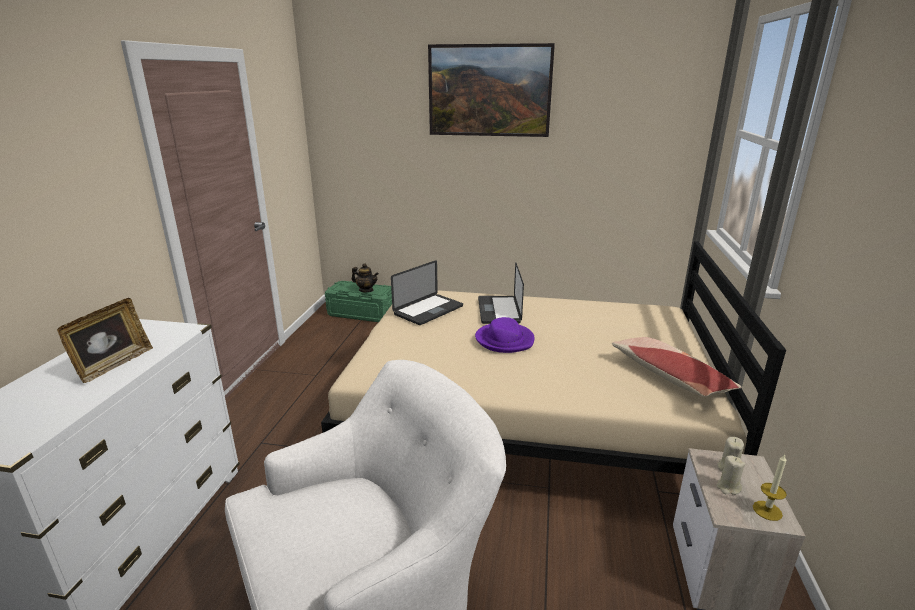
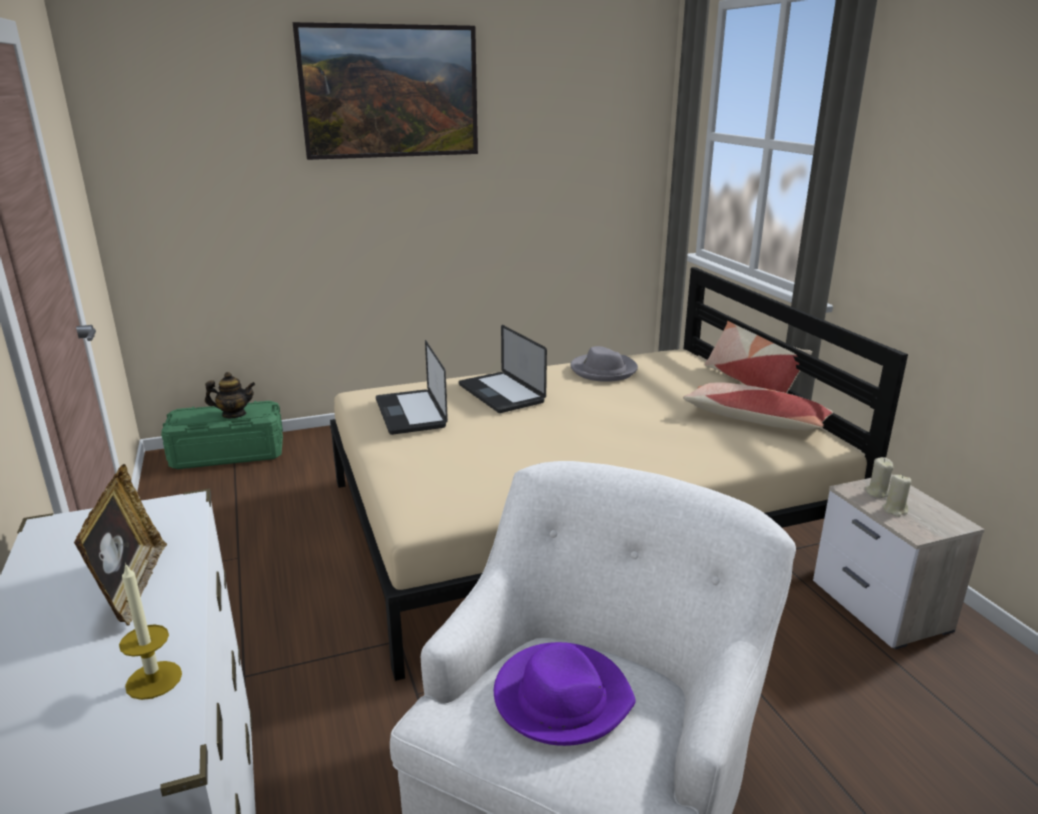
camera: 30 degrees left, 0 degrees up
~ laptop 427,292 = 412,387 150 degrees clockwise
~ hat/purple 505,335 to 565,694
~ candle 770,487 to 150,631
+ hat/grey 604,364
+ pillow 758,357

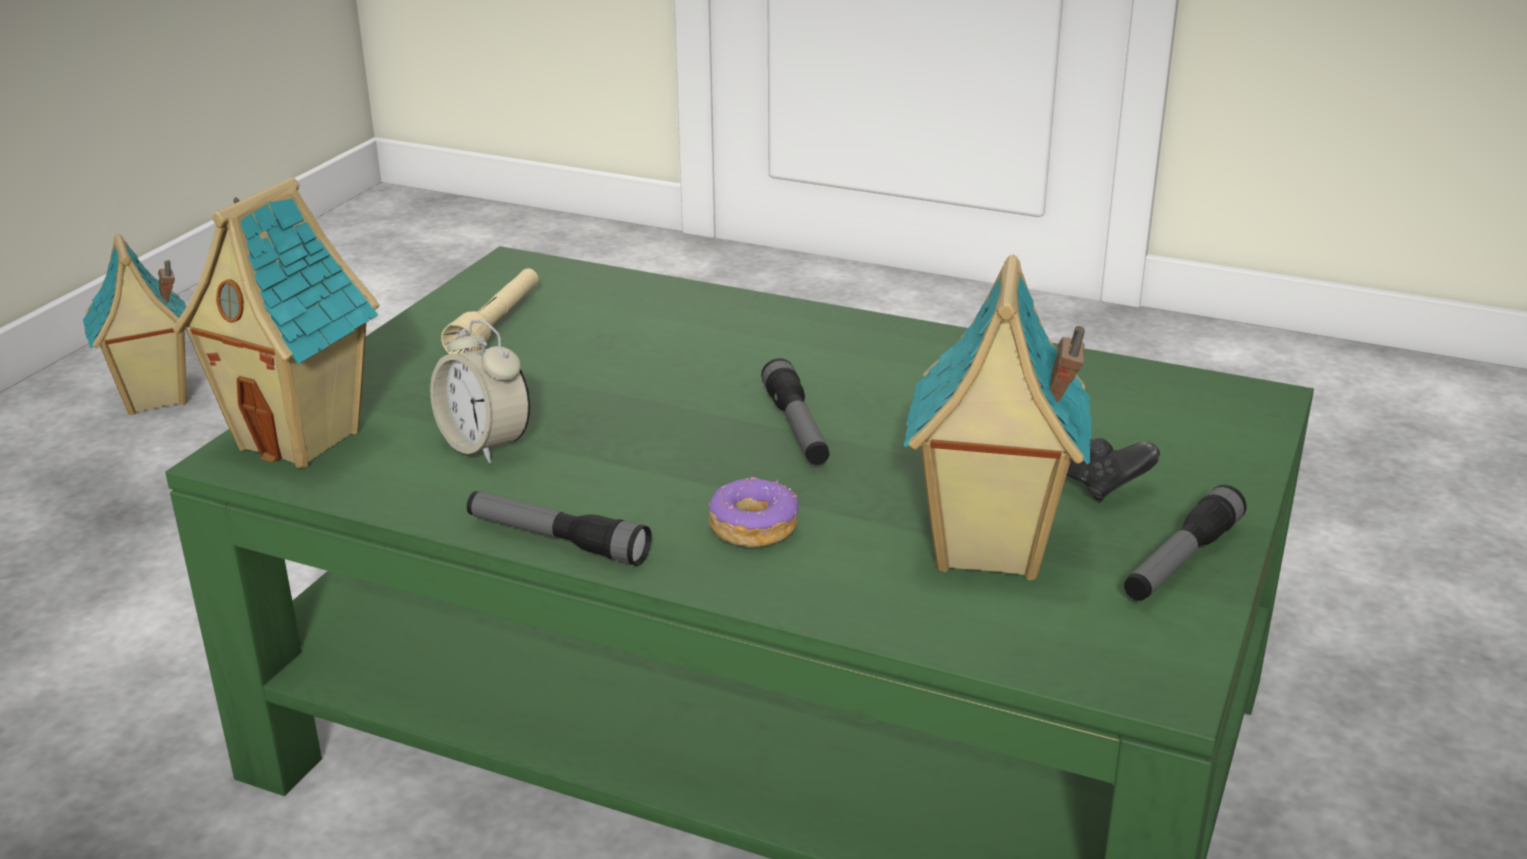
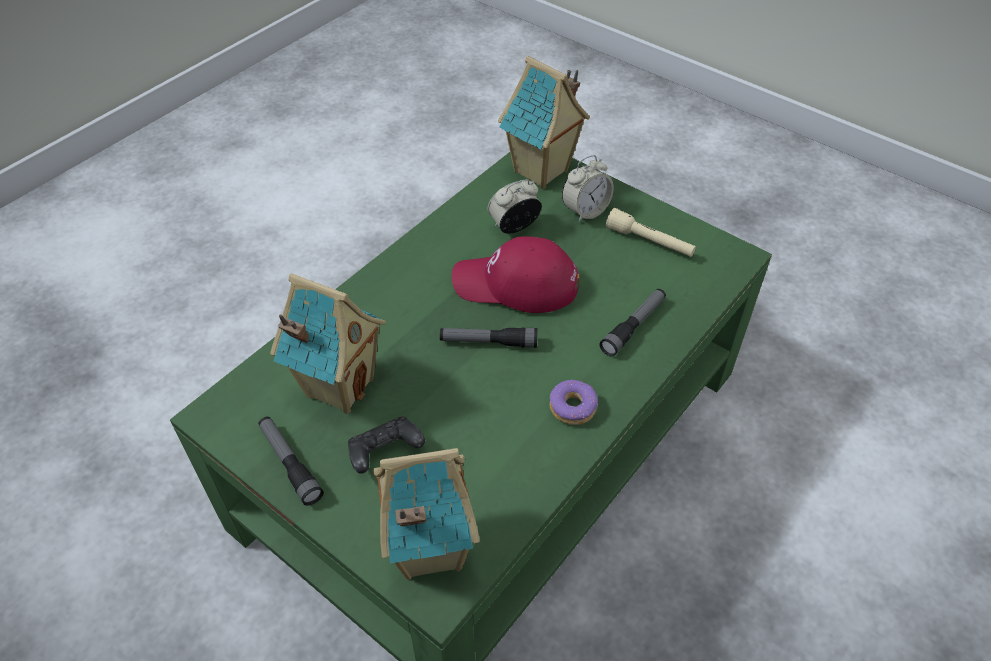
camera: 105 degrees right, 20 degrees up
~ toy house 135,324 to 426,514
~ flashlight 559,528 to 632,323
~ donut 754,512 to 574,402
+ cap/red 515,274
+ alarm clock 588,188

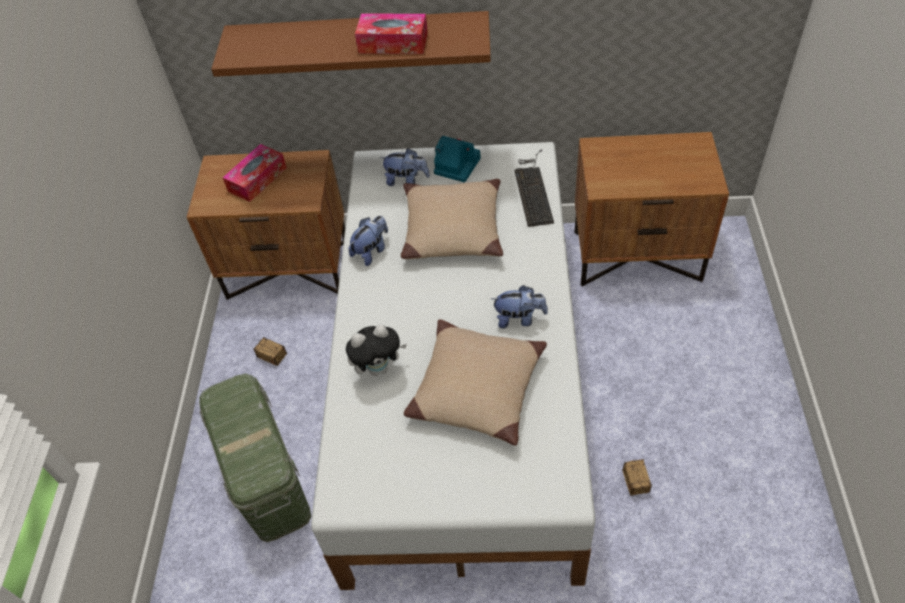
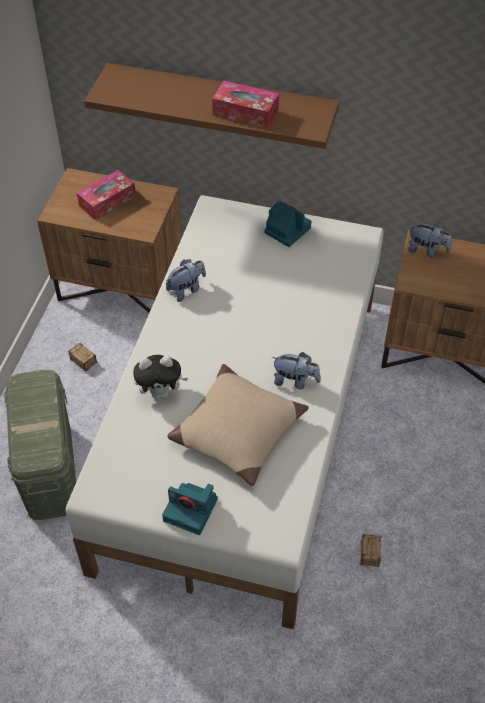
camera: 10 degrees right, 0 degrees up
~ plush toy 404,167 to 429,240
- pillow/beige 452,219
- keyboard 534,188
+ photo camera 190,509

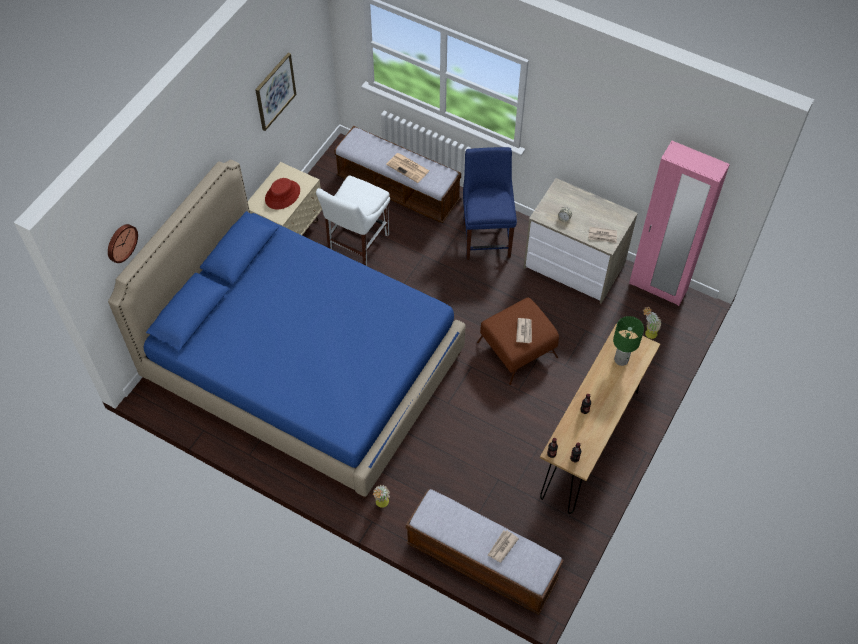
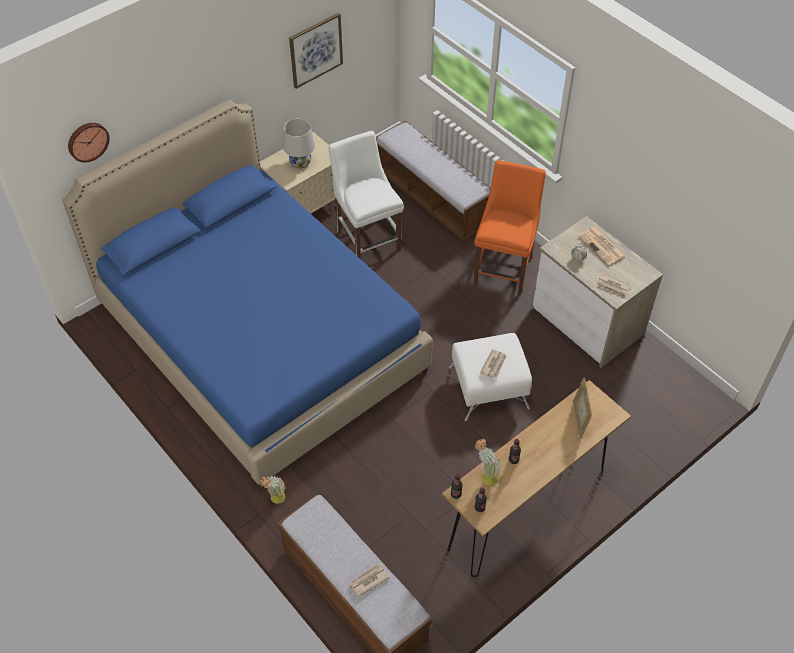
camera: 20 degrees right, 5 degrees down
~ hat/red 282,194 to table lamp/white 299,143
~ chair/white 353,220 = 366,195 105 degrees clockwise
~ newspaper 407,168 to 602,246
~ chair/blue 490,203 to chair/orange 510,227
~ ottoman/brown 518,341 to ottoman/white 490,377
~ table lamp/green 628,341 to picture frame 582,408
- wardrobe/pink 679,223
~ potted plant 652,323 to 488,462

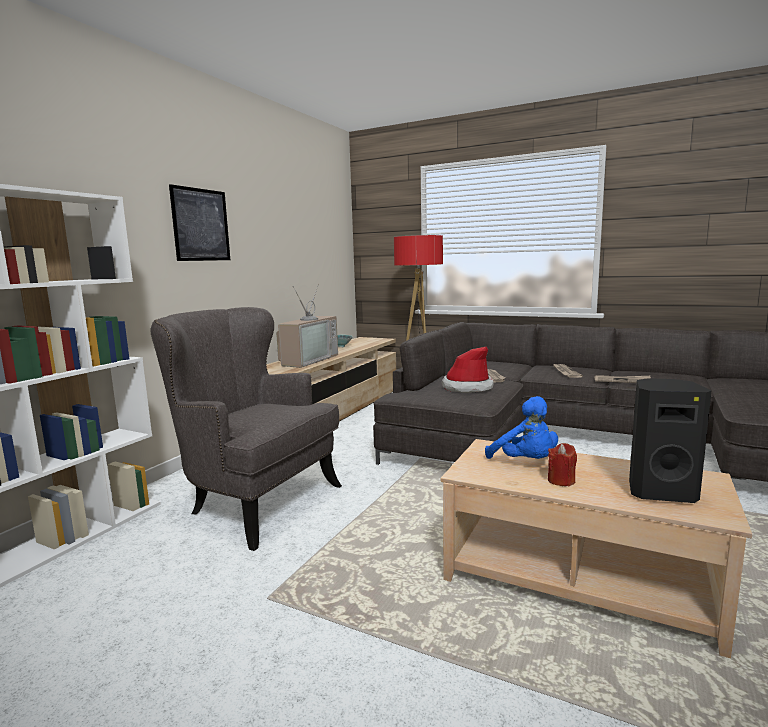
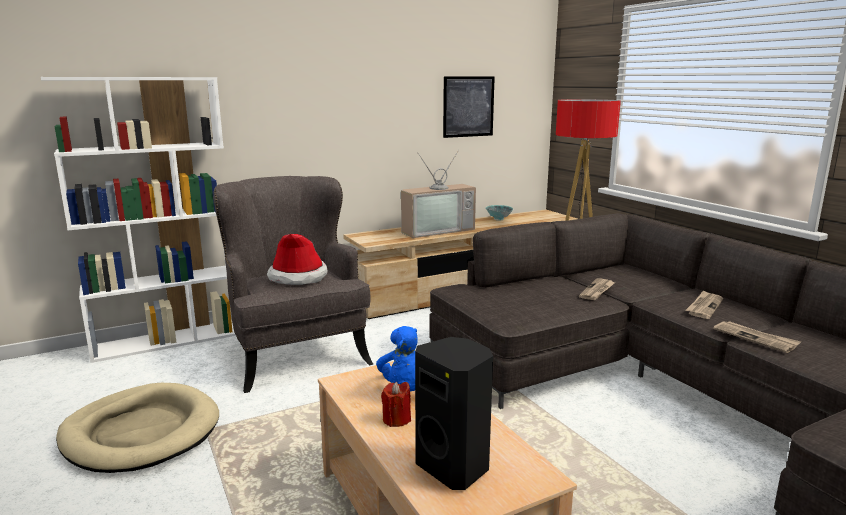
camera: 35 degrees right, 5 degrees up
~ picture 199,222 to 469,107
~ hat 467,369 to 297,259
+ dog bed/beige 137,428

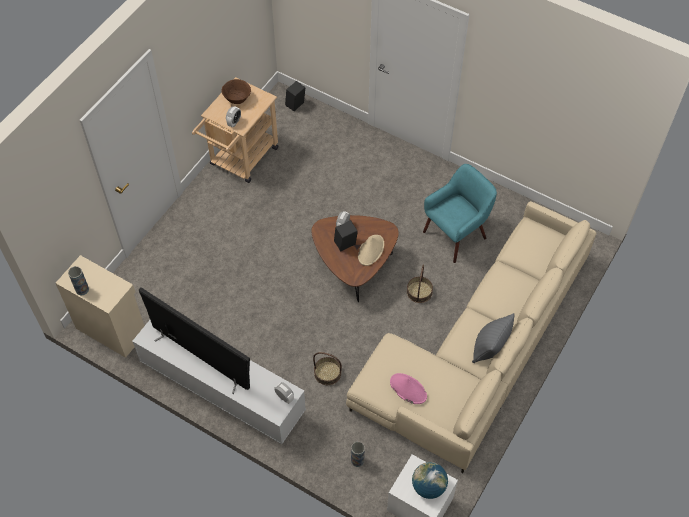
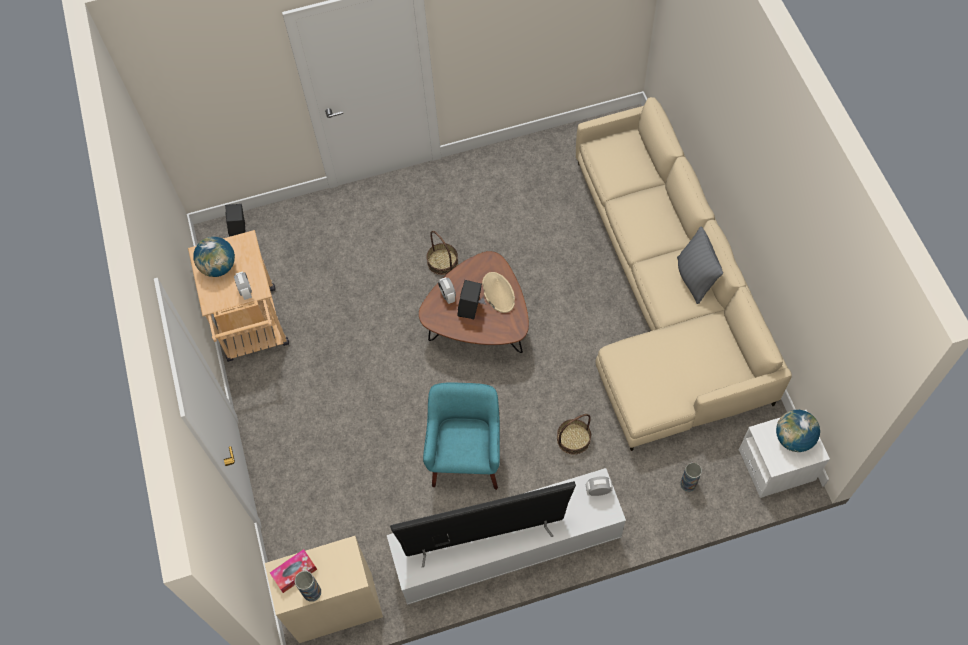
camera: 45 degrees left, 5 degrees up
~ bowl/brown 236,91 to globe 214,257
- hat/pink 408,388
~ basket 420,283 to 442,253
~ armchair/turquoise 460,213 to 461,436
+ tissue box 293,571

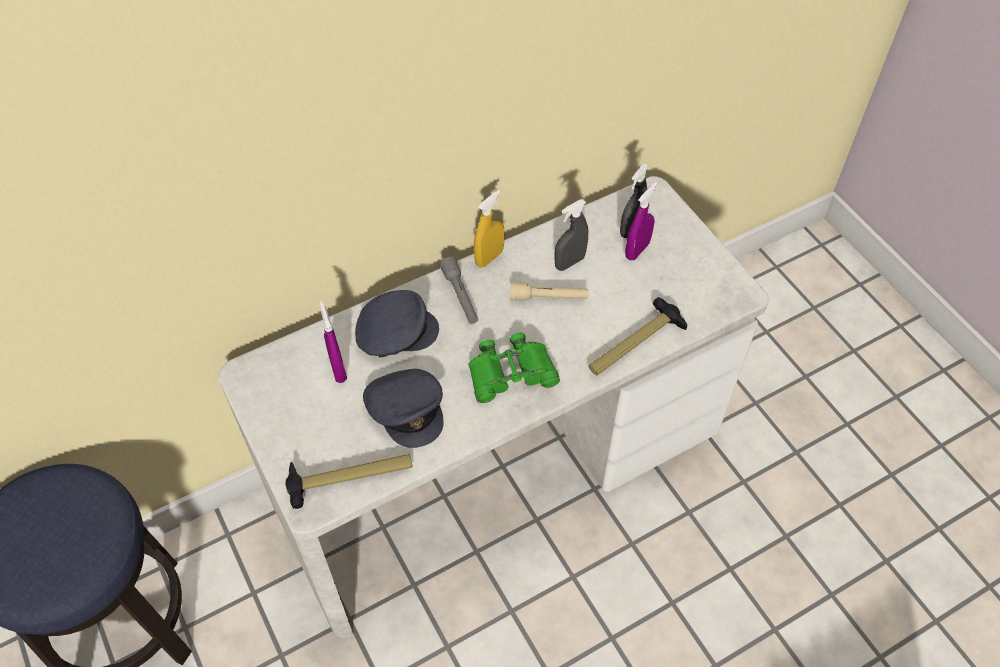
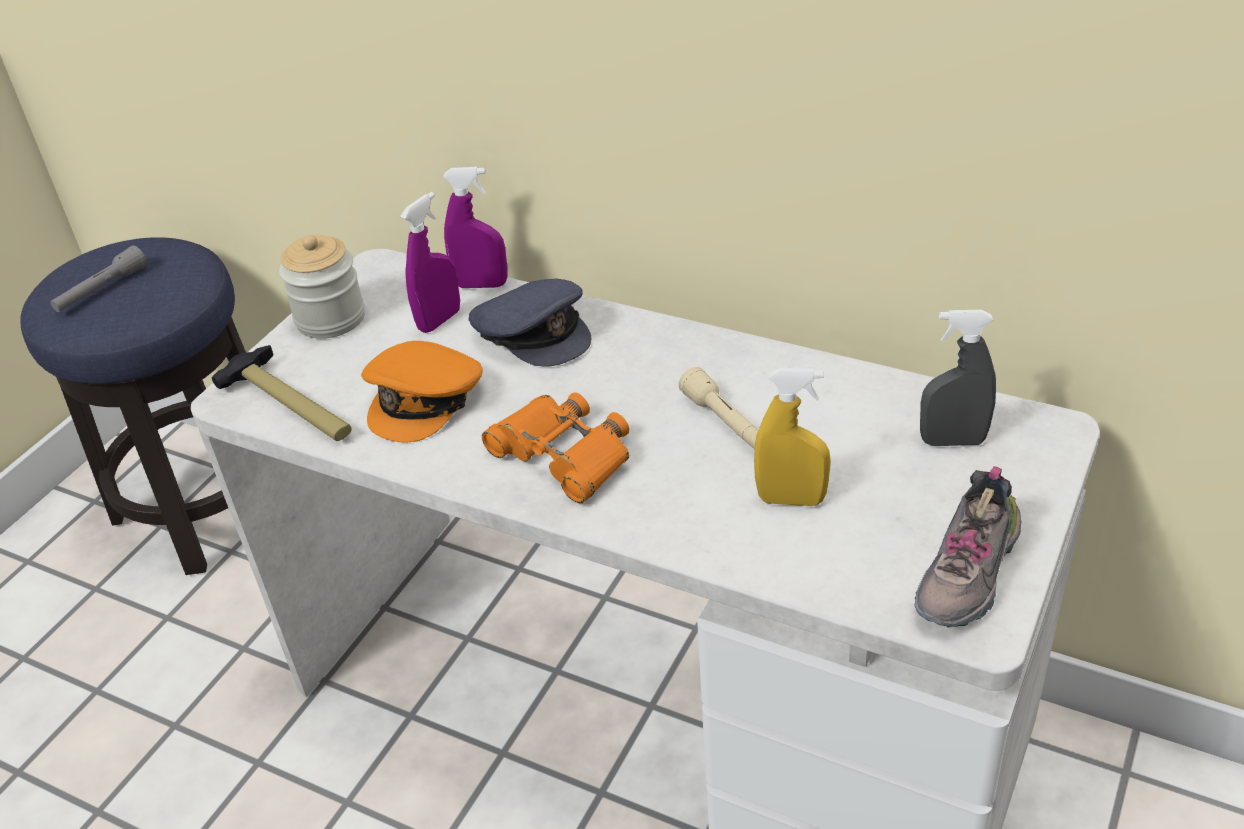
camera: 60 degrees right, 15 degrees down
~ cap/grey 403,408 to cap/orange 422,392
~ flashlight/grey 458,290 to 98,278
~ binoculars/green 514,368 to binoculars/orange 555,447
~ spray bottle/yellow 489,228 to 792,437
- spray bottle/grey 571,235
- hammer 638,336
~ spray bottle/purple 641,221 to 475,227
+ jar 322,287
+ shoe 968,547

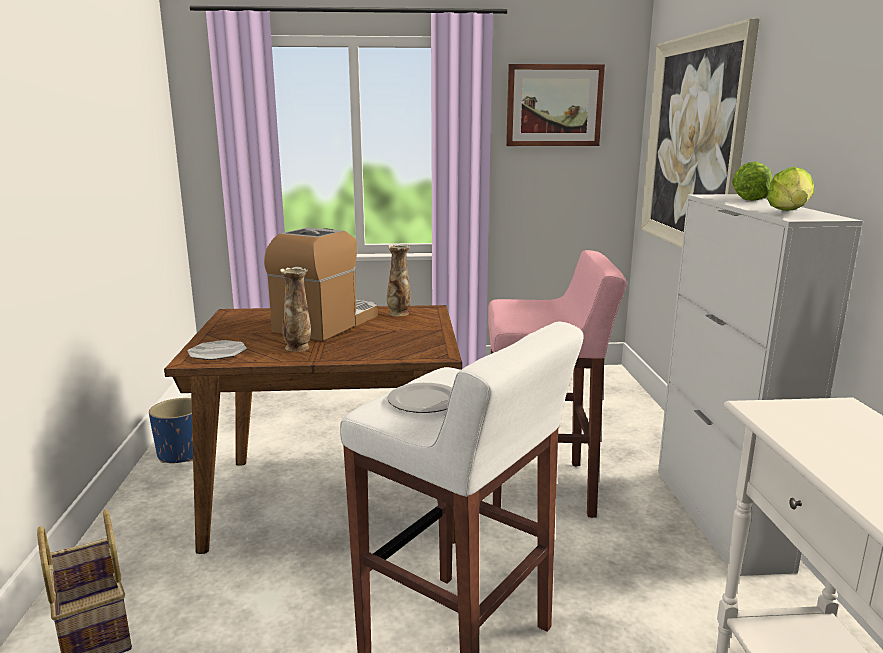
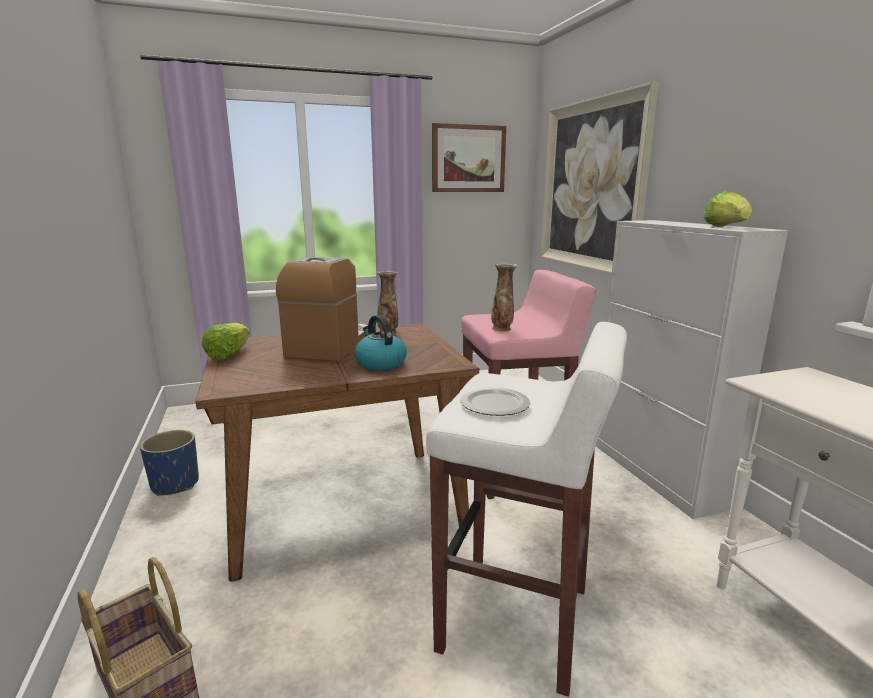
camera: 15 degrees left, 0 degrees up
- plate 217,350
~ vase 295,309 to 504,297
~ lettuce 752,181 to 226,341
+ kettle 380,343

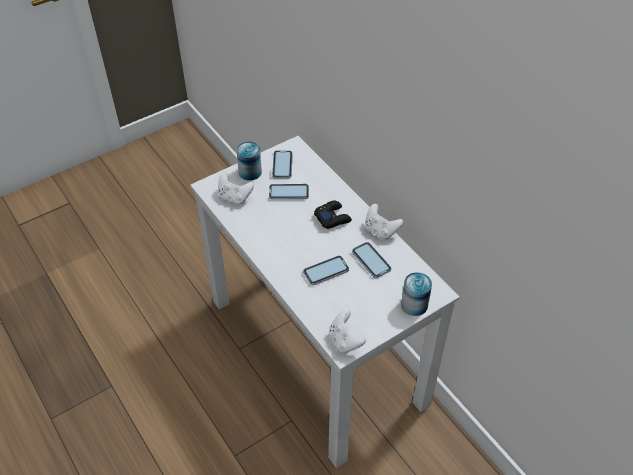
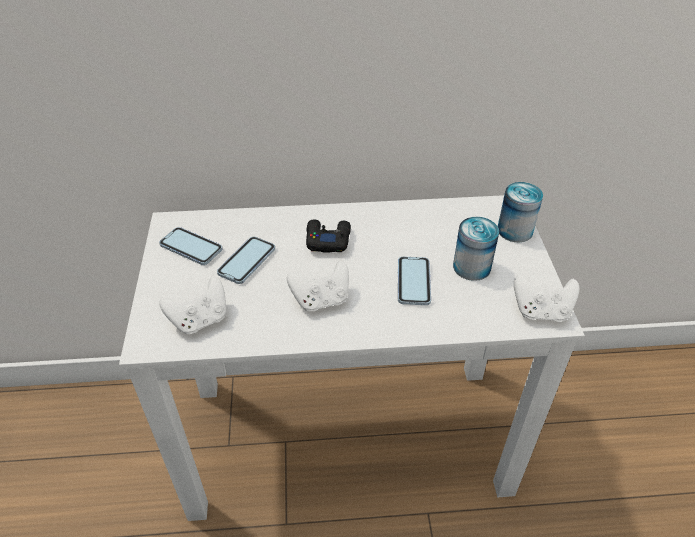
camera: 60 degrees left, 5 degrees down
~ can 249,161 to 476,249
- phone 371,260
~ game controller/white 384,222 to 318,285

